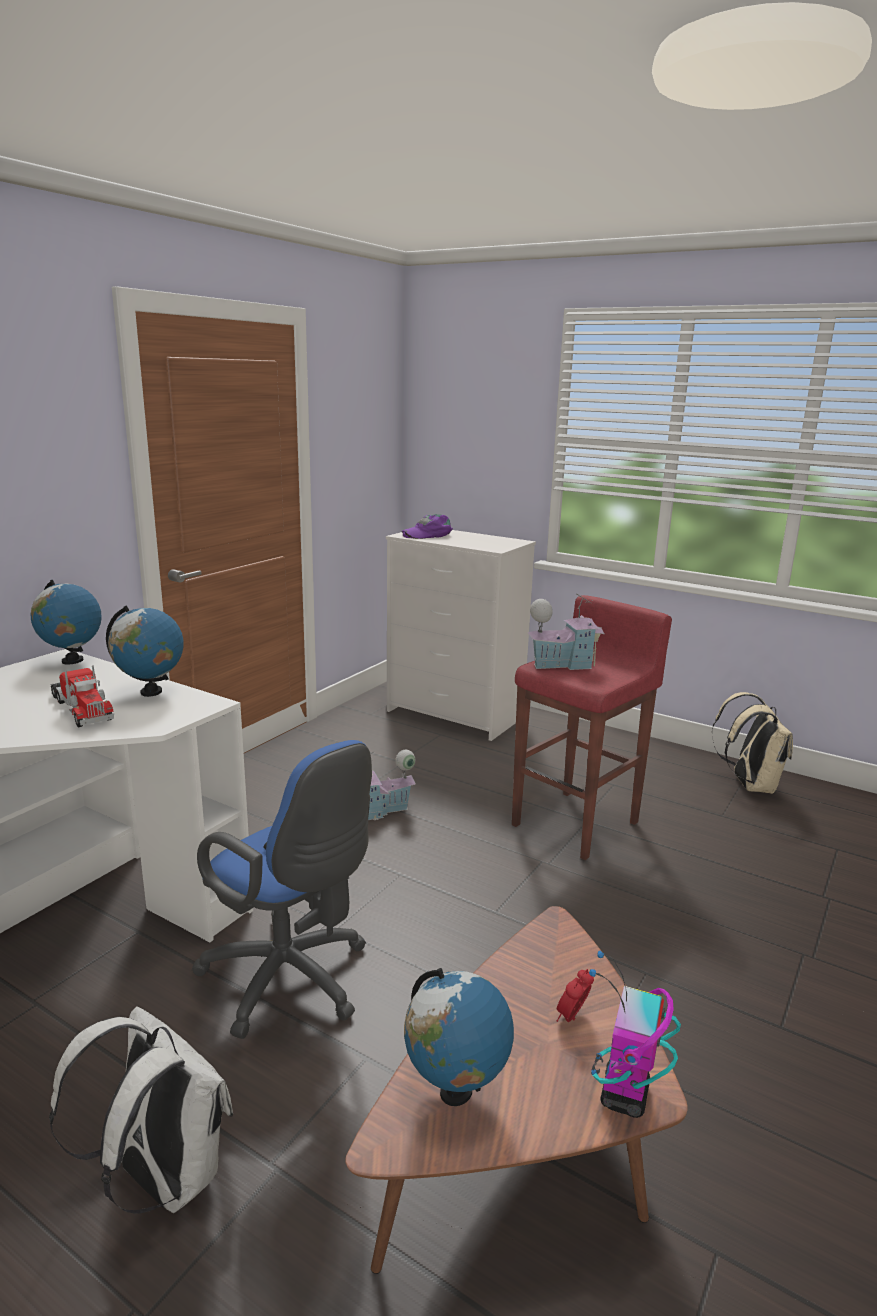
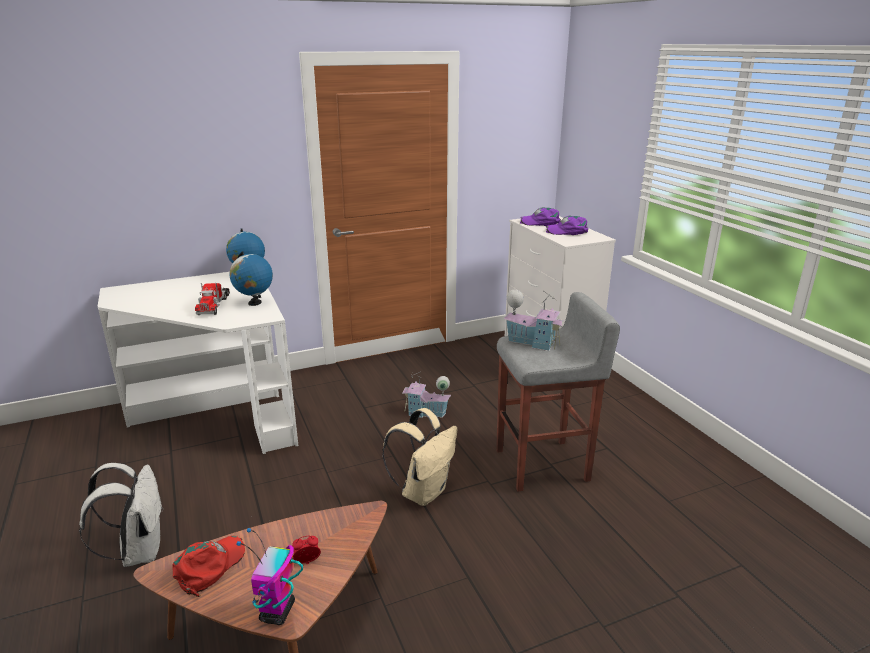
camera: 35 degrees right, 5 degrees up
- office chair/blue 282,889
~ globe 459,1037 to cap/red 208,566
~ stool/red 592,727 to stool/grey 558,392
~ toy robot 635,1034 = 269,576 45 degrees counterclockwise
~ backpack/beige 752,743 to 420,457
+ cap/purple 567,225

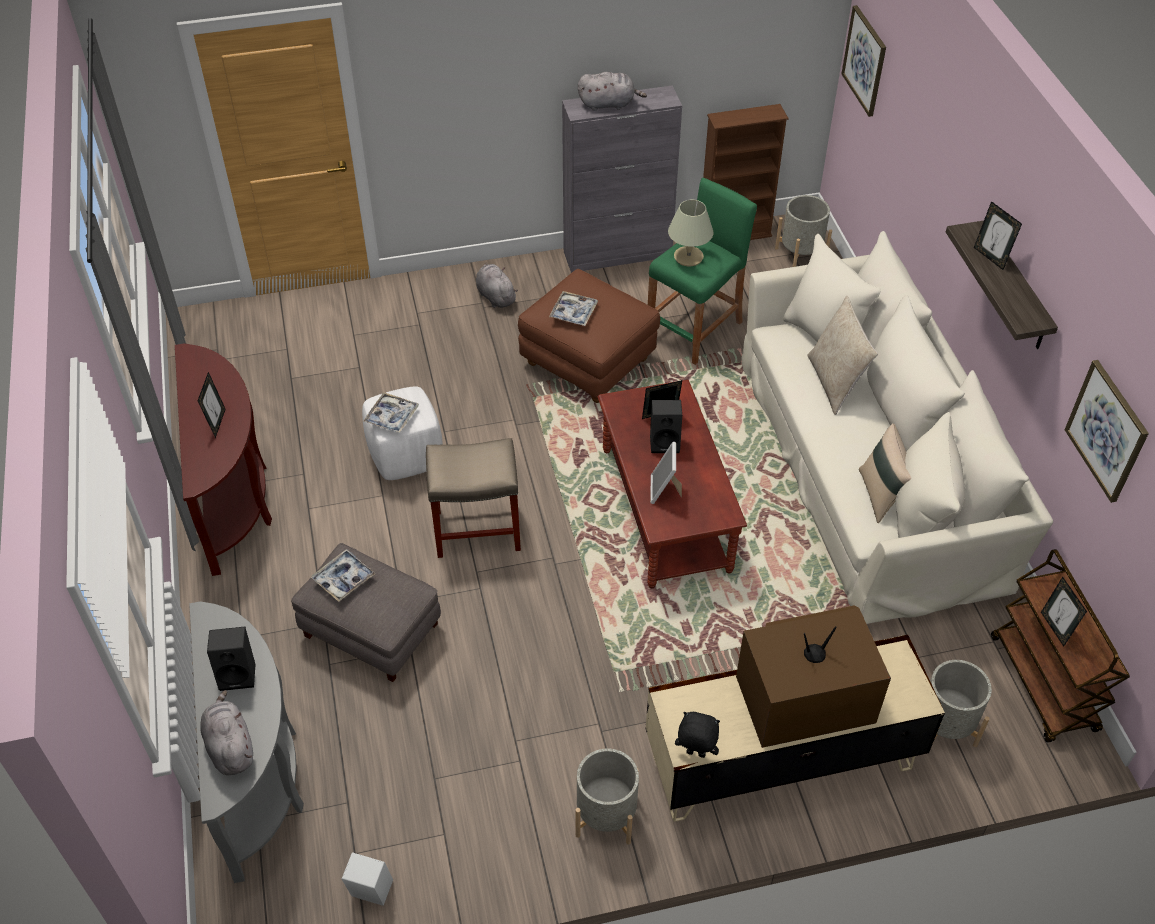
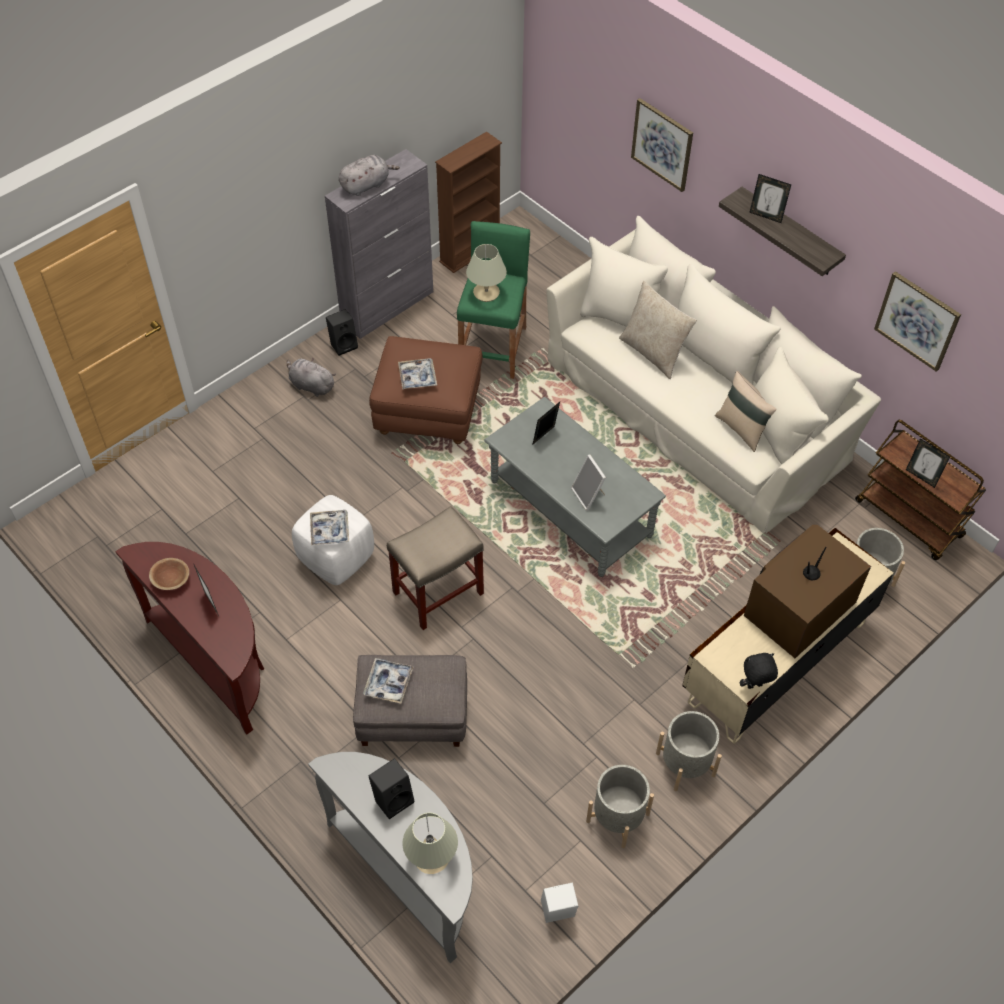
camera: 30 degrees left, 5 degrees up
~ plush toy/grey 226,732 to table lamp/beige 430,843
~ coffee table/brown 672,484 to coffee table/grey 575,487
~ speaker/black 666,426 to 342,332
~ planter/grey 803,231 to 620,806
~ picture 863,61 to 662,145
+ bowl/brown 169,574

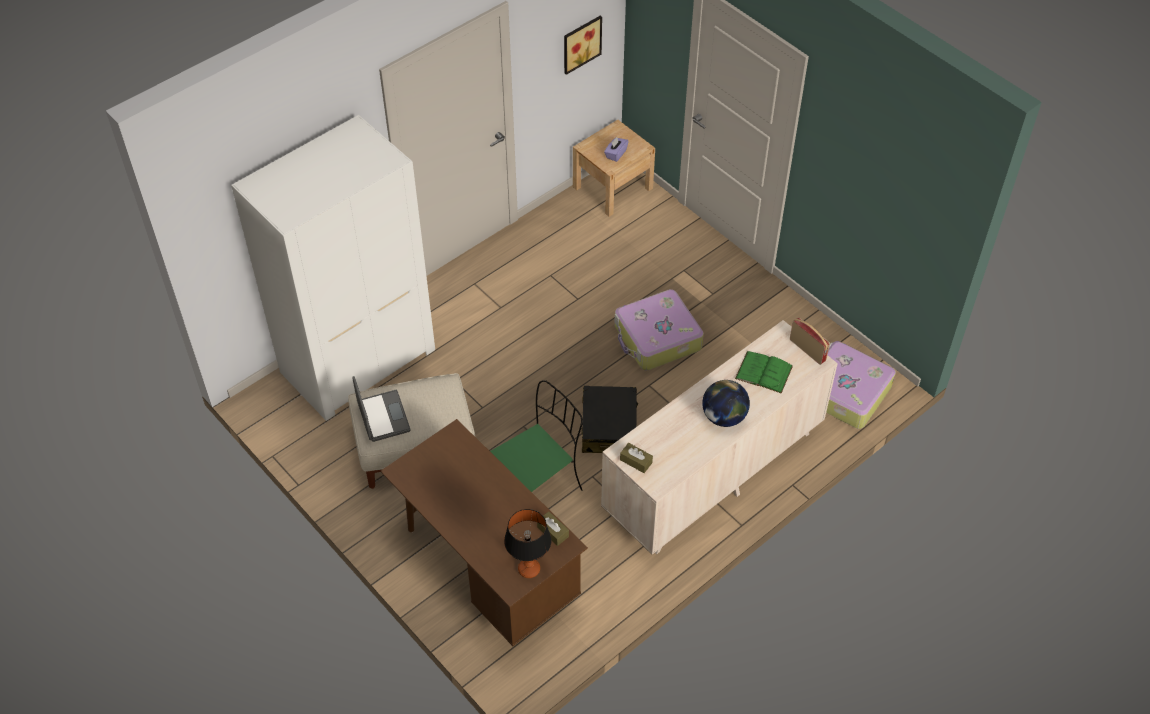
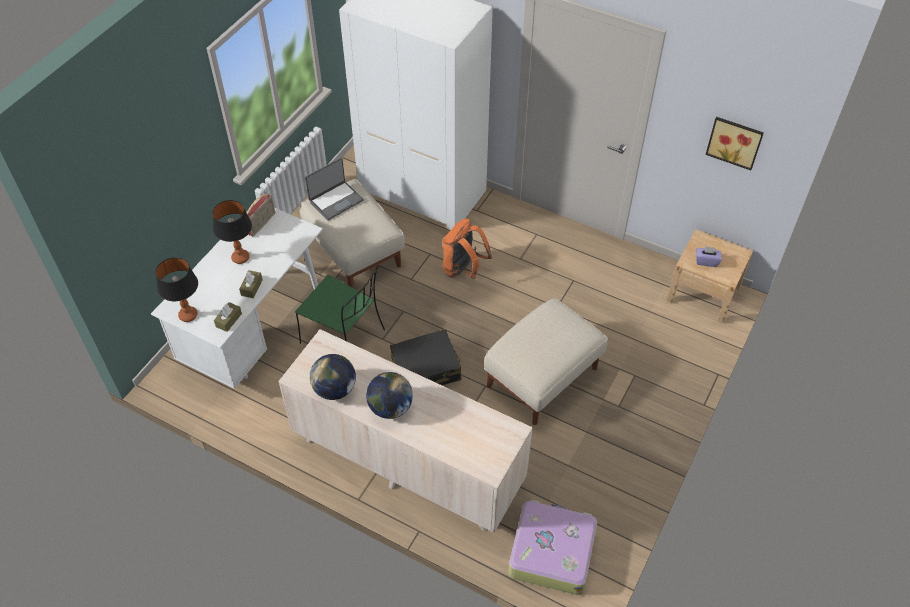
camera: 70 degrees right, 0 degrees up
~ desk/brown 484,532 to desk/white 237,296
~ suitcase 659,330 to ottoman/beige 546,361
~ tissue box/brown 636,458 to 251,284
- book/green 764,372
~ radio 810,341 to 261,215
+ table lamp 232,232
+ globe 333,377
+ backpack/orange 467,249

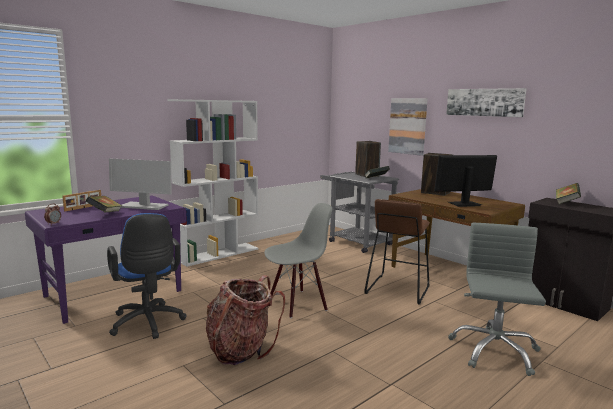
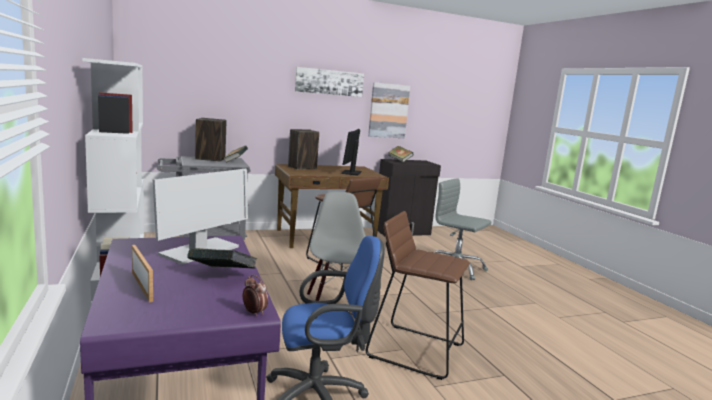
camera: 70 degrees left, 0 degrees up
~ backpack 245,320 to stool/brown 418,295
~ picture 408,127 to 389,110

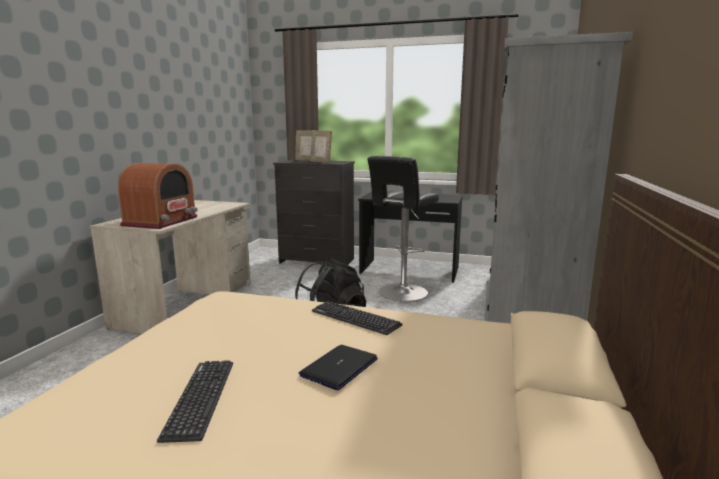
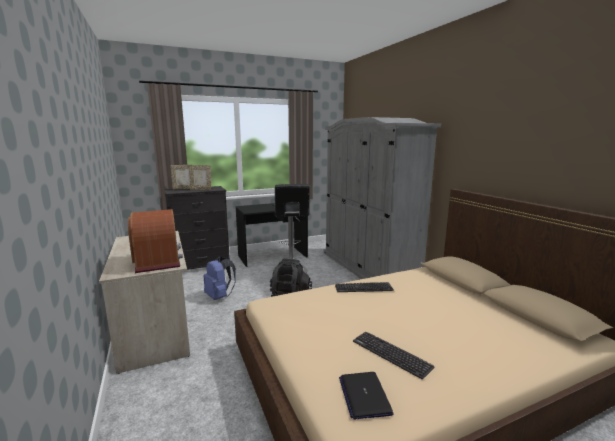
camera: 40 degrees left, 0 degrees up
~ laptop 338,367 to 366,396
+ backpack/blue 220,278

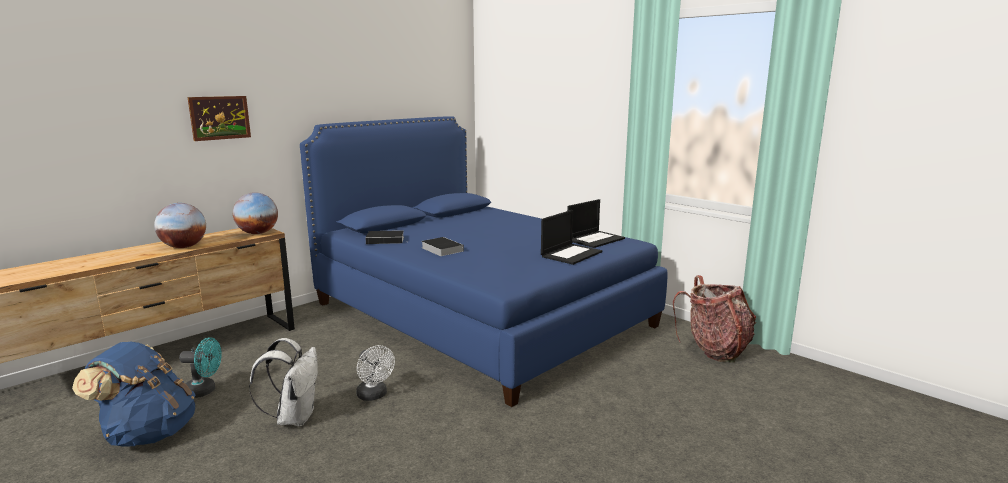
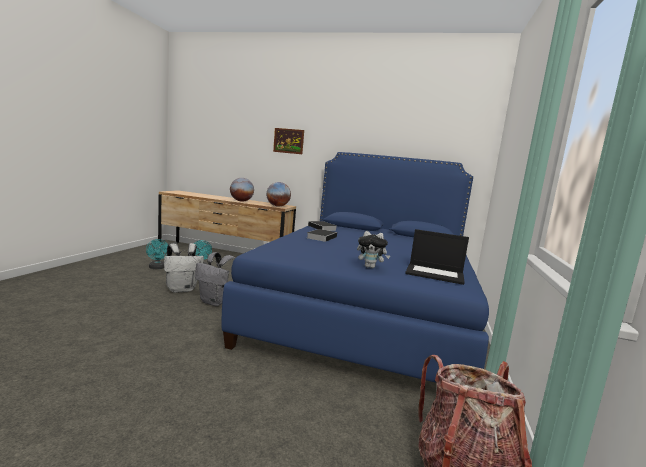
camera: 60 degrees right, 5 degrees down
~ backpack/blue 133,394 to fan/turquoise 157,254
~ fan/white 375,373 to backpack/grey 215,279
~ laptop 571,237 to plush toy 373,249

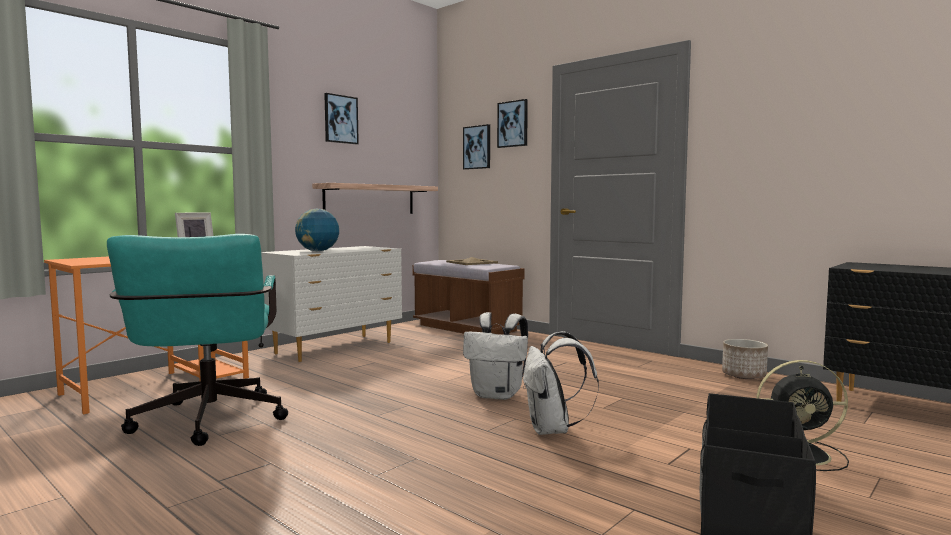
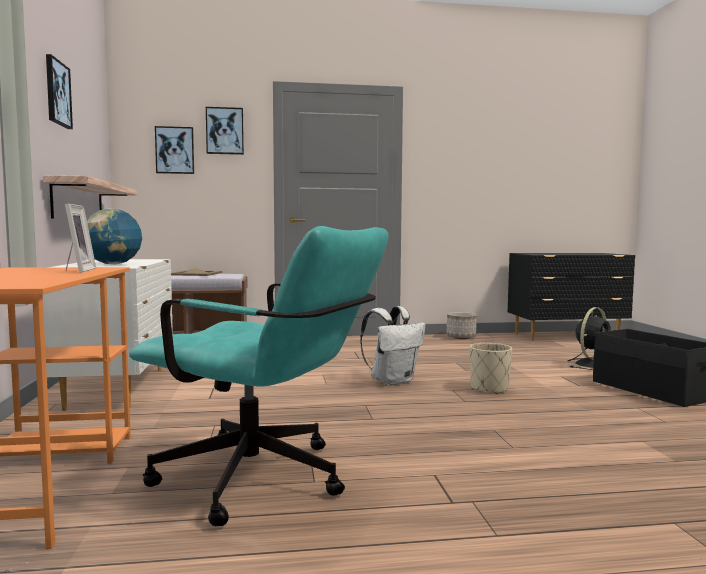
camera: 50 degrees left, 0 degrees up
~ backpack/white 561,383 to planter/beige 491,368

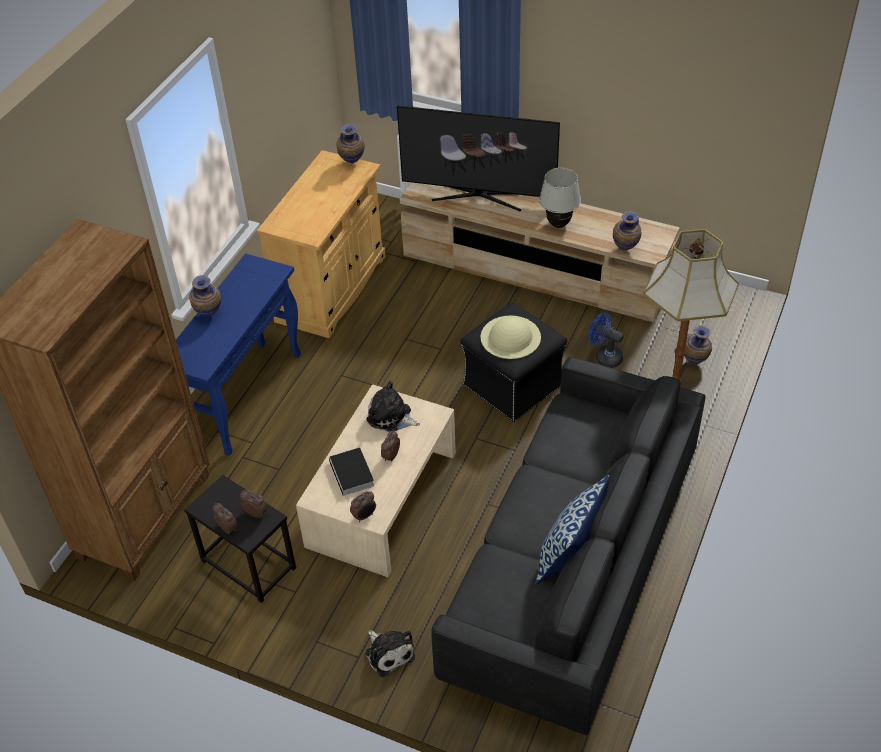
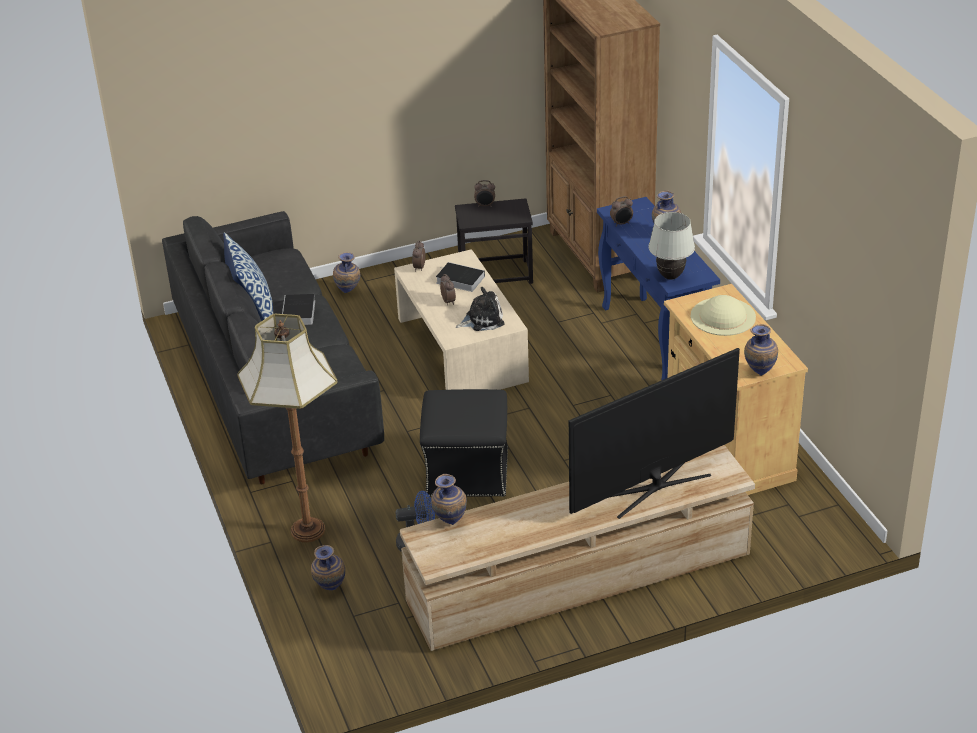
camera: 135 degrees right, 10 degrees down
~ alarm clock 254,504 to 621,211
~ plush toy 390,653 to vase 346,272
~ hat/beige 511,337 to 723,315
~ table lamp/white 560,198 to 671,246
+ book 298,309

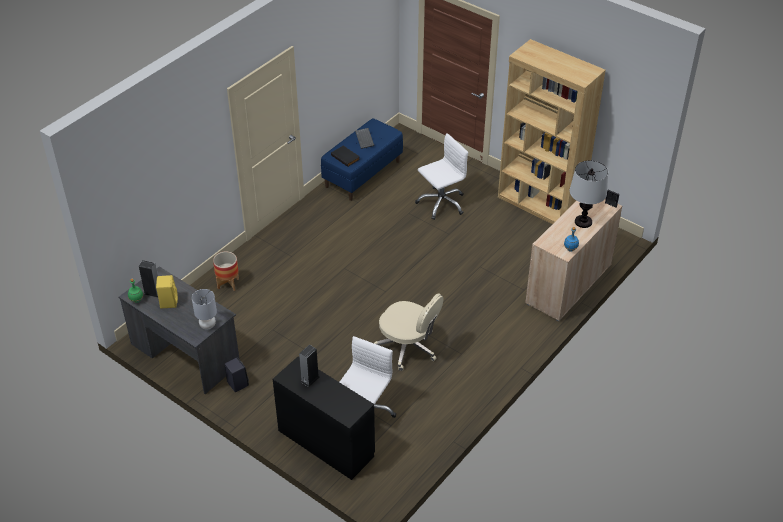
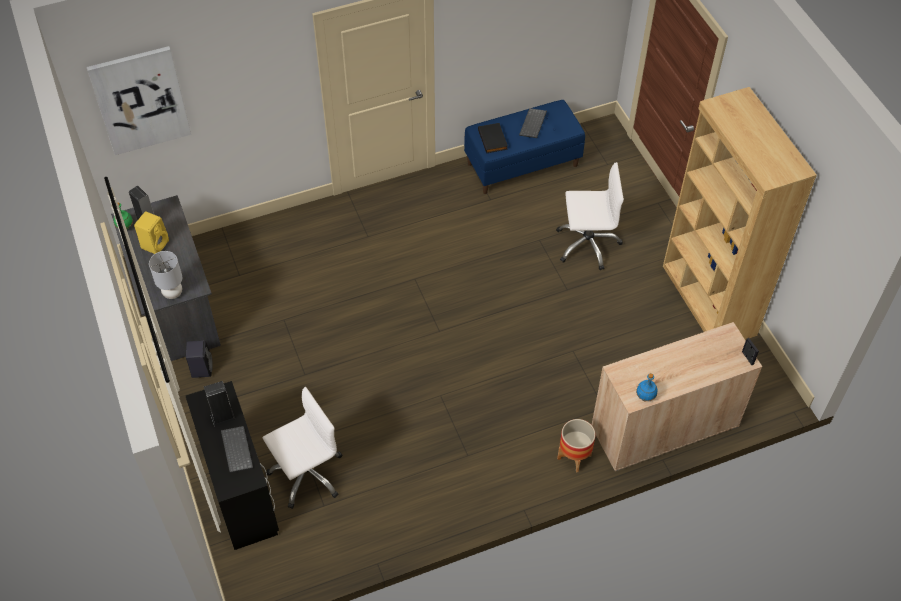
camera: 30 degrees right, 10 degrees up
~ planter 226,271 to 576,445
- office chair/beige 409,332
- table lamp 589,194
+ picture 139,100
+ keyboard 237,449

